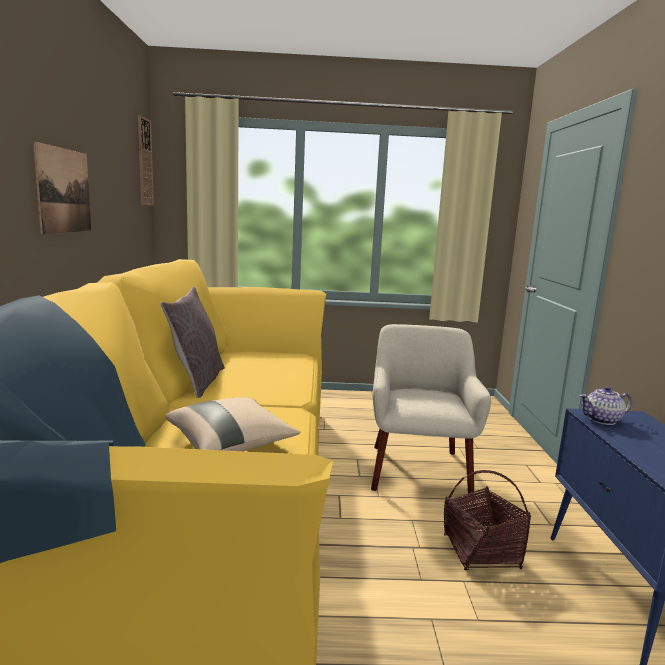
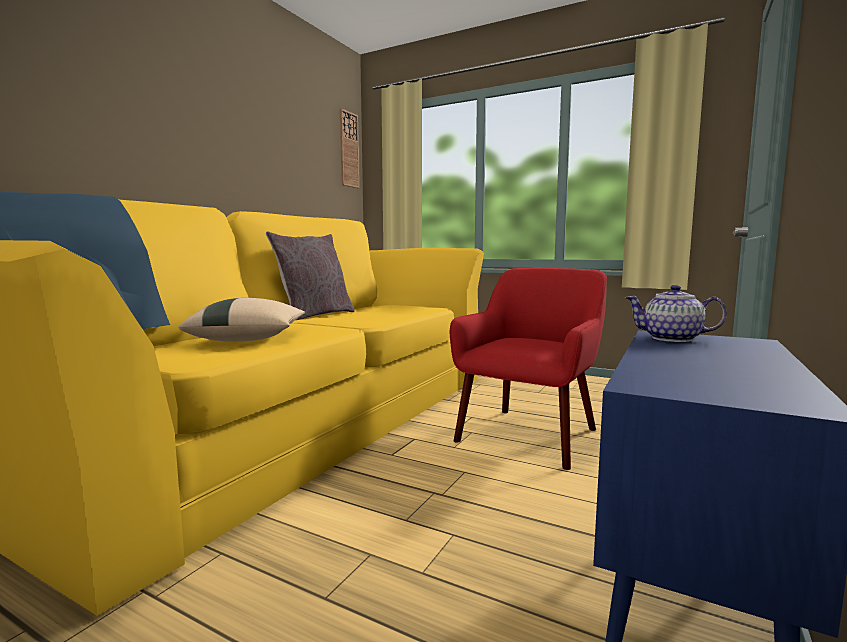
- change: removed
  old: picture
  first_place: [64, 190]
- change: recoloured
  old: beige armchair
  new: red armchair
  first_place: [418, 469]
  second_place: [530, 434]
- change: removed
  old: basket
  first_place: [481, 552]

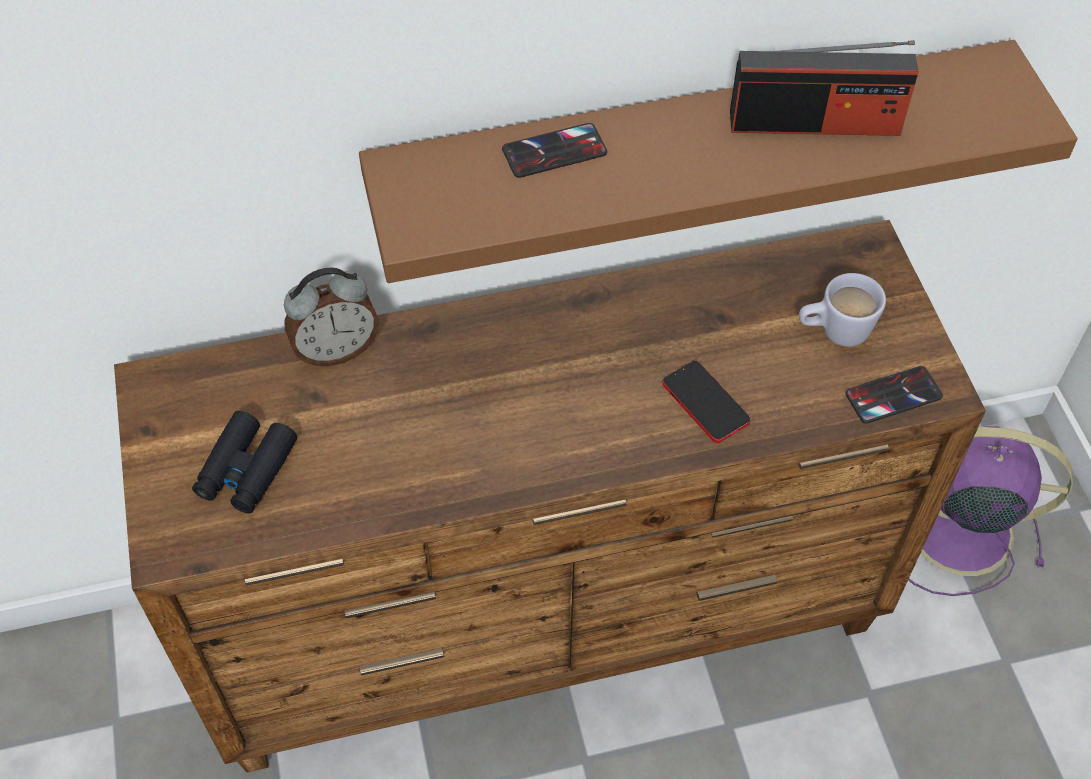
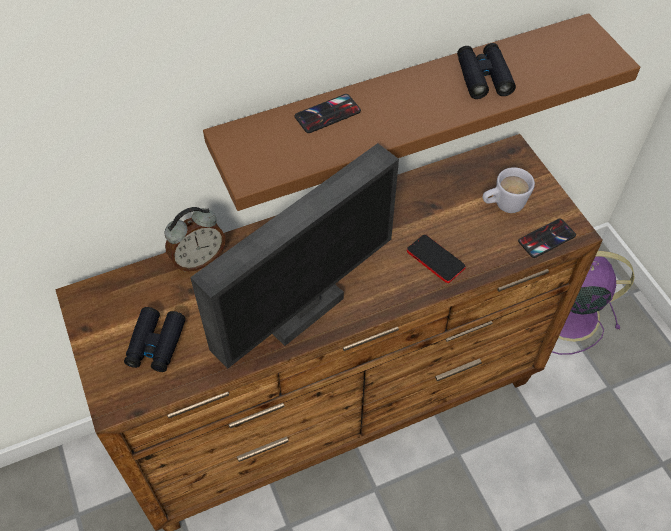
- change: replaced
  old: radio
  new: black binoculars
  first_place: [815, 123]
  second_place: [483, 77]
- change: added
  new: monitor
  second_place: [303, 311]

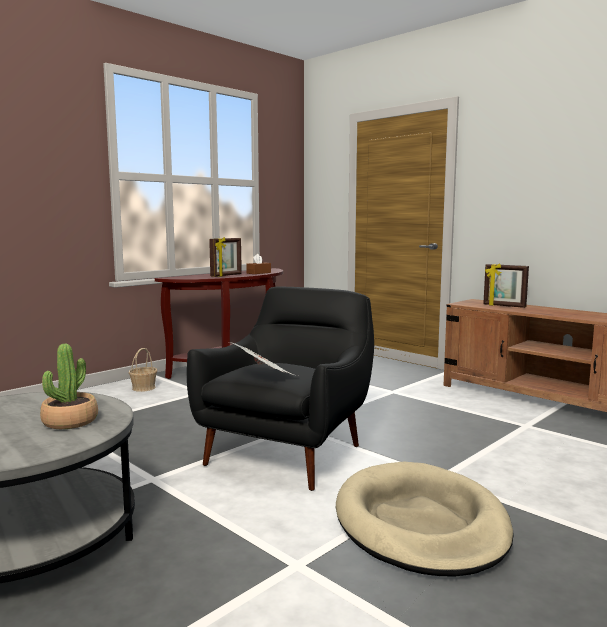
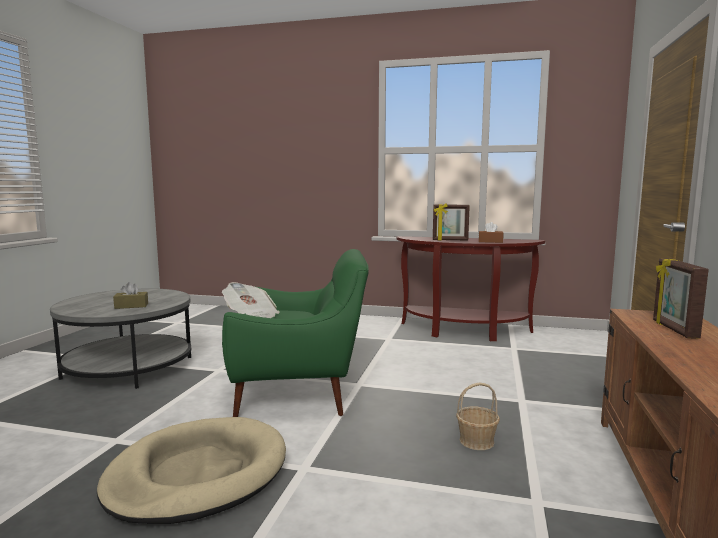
- change: replaced
  old: potted plant
  new: brown tissue box
  first_place: [70, 421]
  second_place: [131, 306]
- change: moved
  old: basket
  first_place: [144, 388]
  second_place: [477, 441]
- change: recoloured
  old: black armchair
  new: green armchair
  first_place: [288, 452]
  second_place: [300, 394]

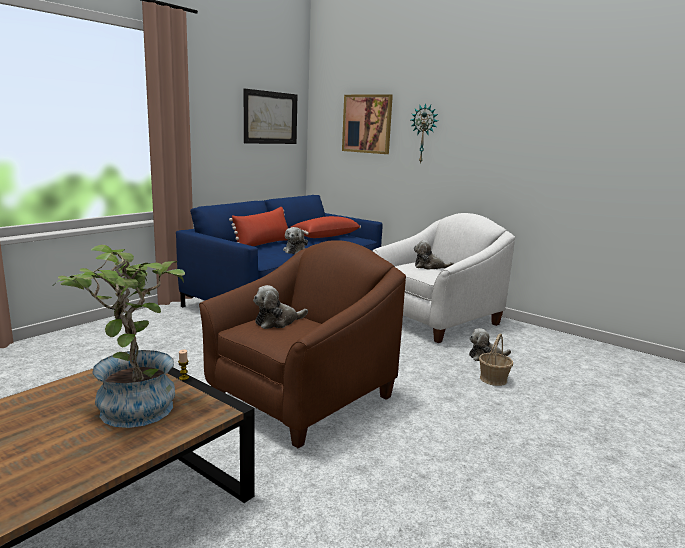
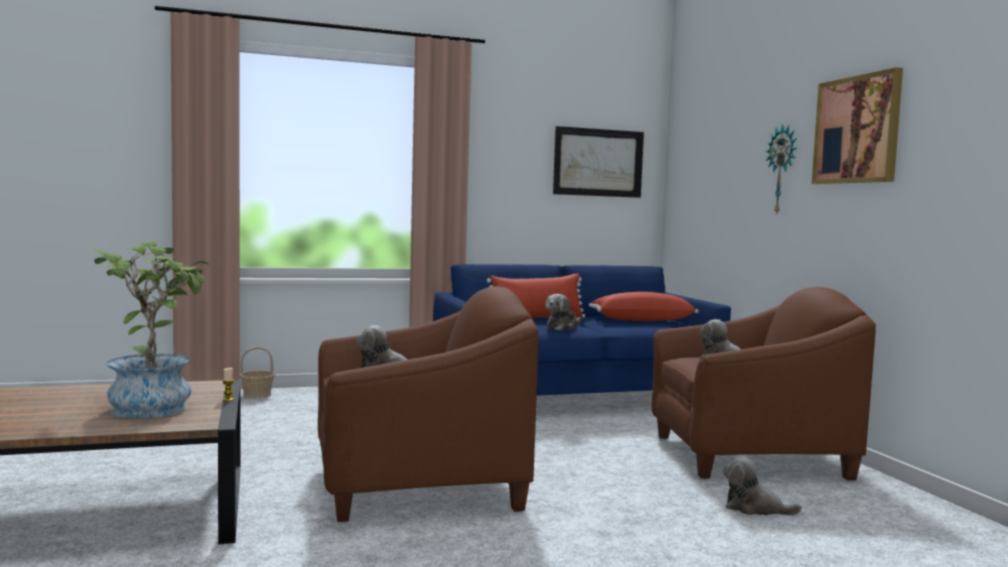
- change: moved
  old: picture
  first_place: [367, 124]
  second_place: [857, 130]
- change: recoloured
  old: white armchair
  new: brown armchair
  first_place: [436, 321]
  second_place: [748, 456]
- change: moved
  old: basket
  first_place: [493, 379]
  second_place: [257, 395]

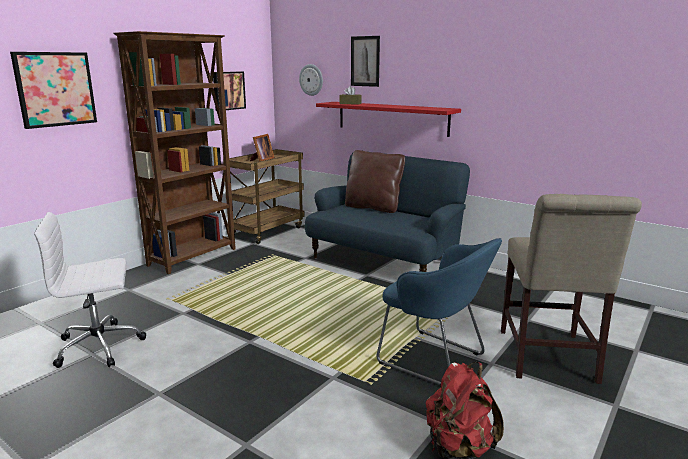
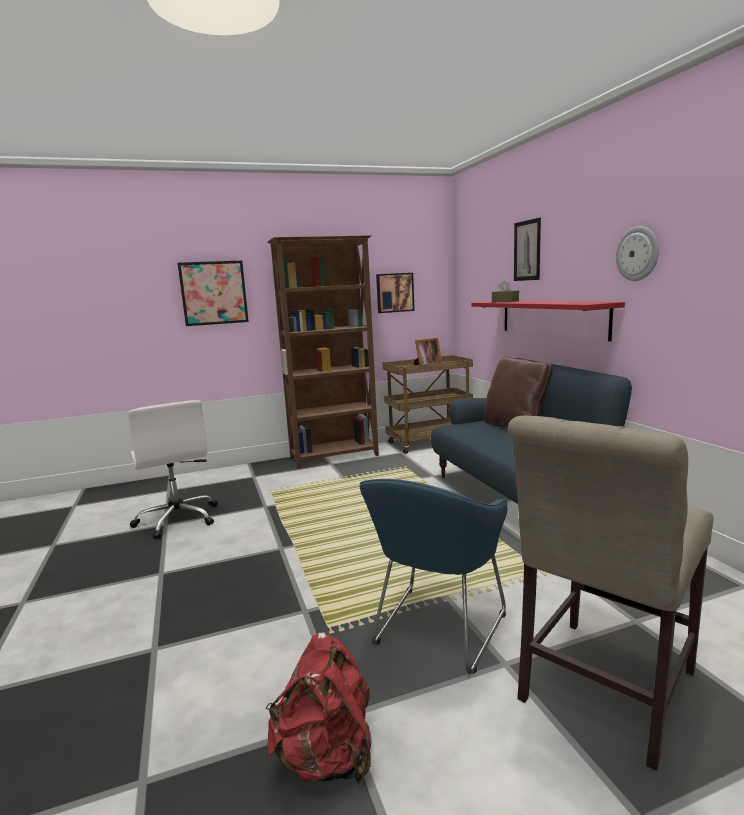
- change: turned
  old: white office chair
  first_place: [101, 346]
  second_place: [178, 519]
  degrees: -135
- change: moved
  old: wall clock
  first_place: [311, 80]
  second_place: [638, 254]
- change: turned
  old: blue armchair
  first_place: [435, 360]
  second_place: [436, 632]
  degrees: 45

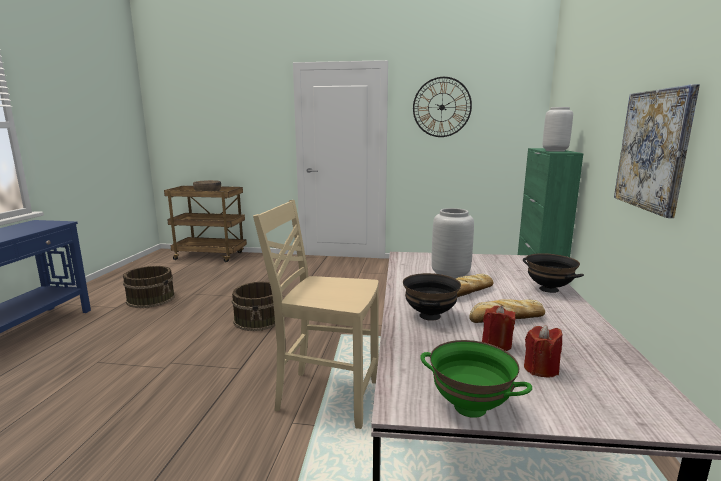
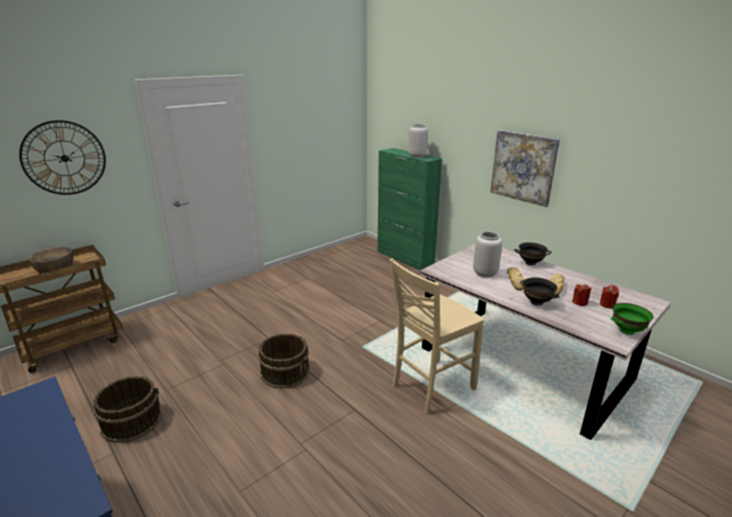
- change: moved
  old: wall clock
  first_place: [442, 107]
  second_place: [64, 158]

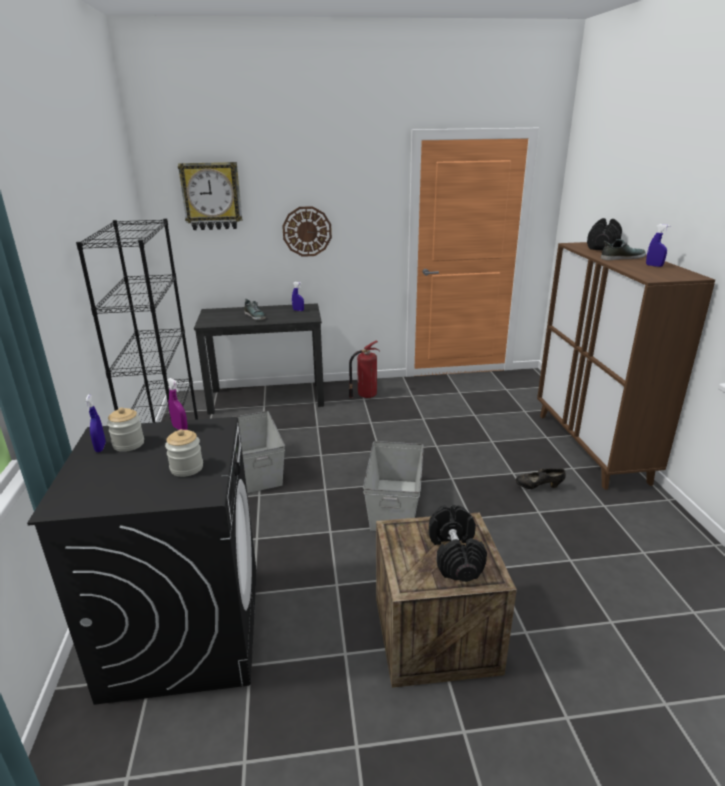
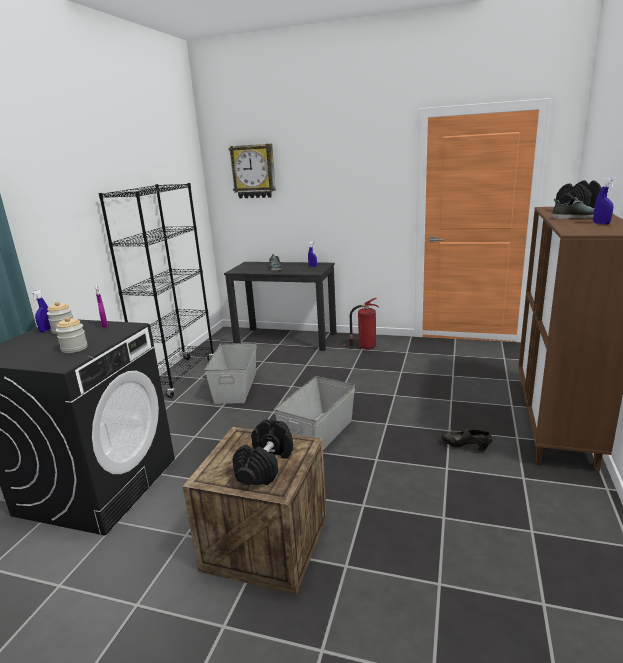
- change: removed
  old: wall clock
  first_place: [307, 231]

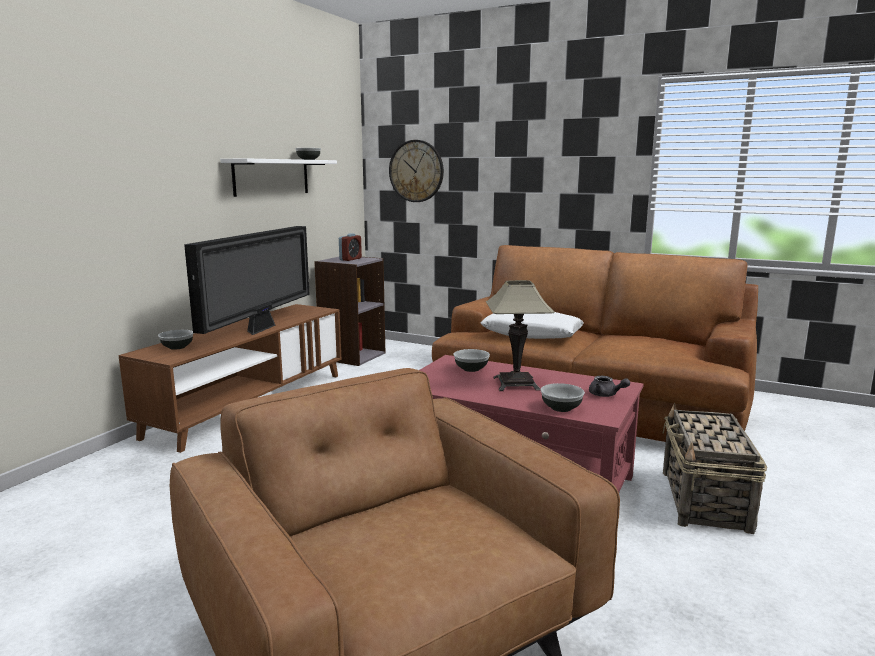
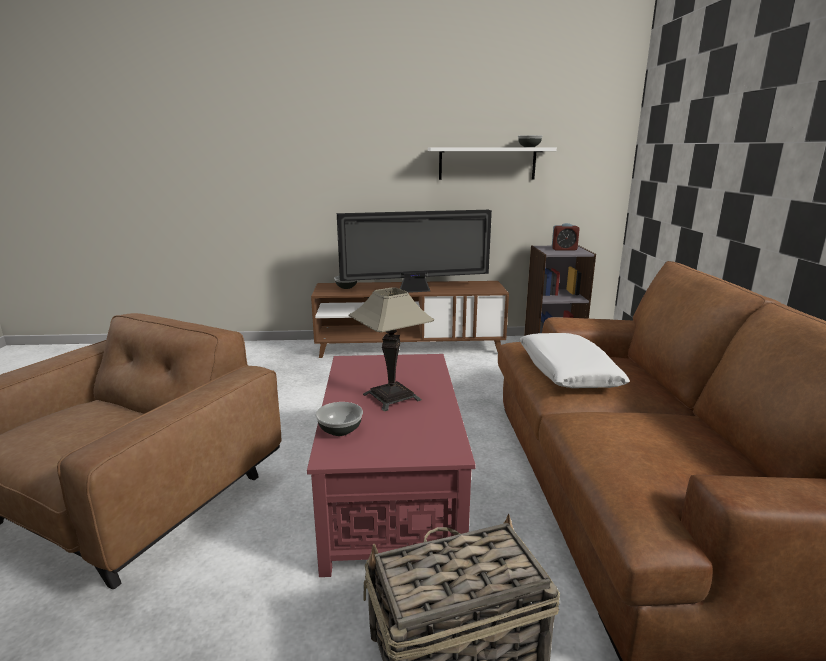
- change: removed
  old: wall clock
  first_place: [416, 171]
- change: removed
  old: bowl
  first_place: [471, 369]
- change: removed
  old: grey teapot
  first_place: [606, 395]

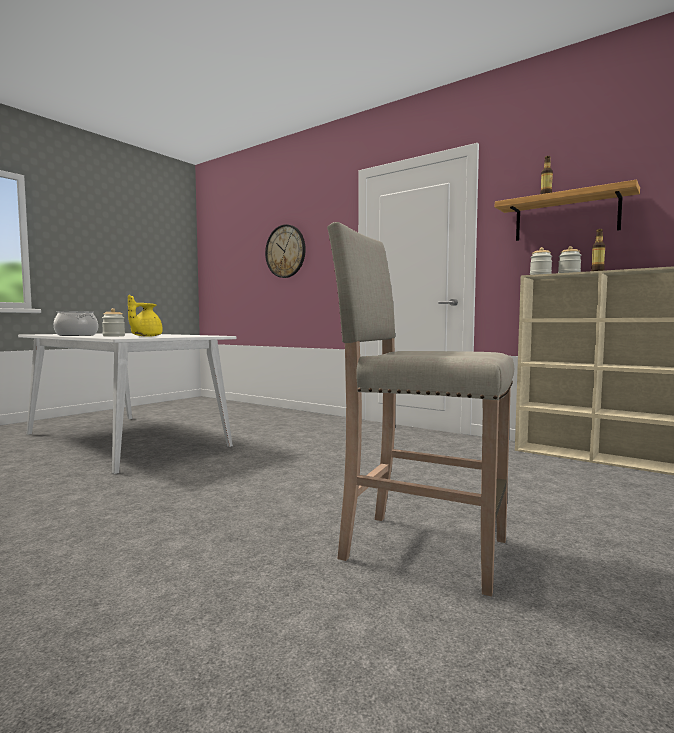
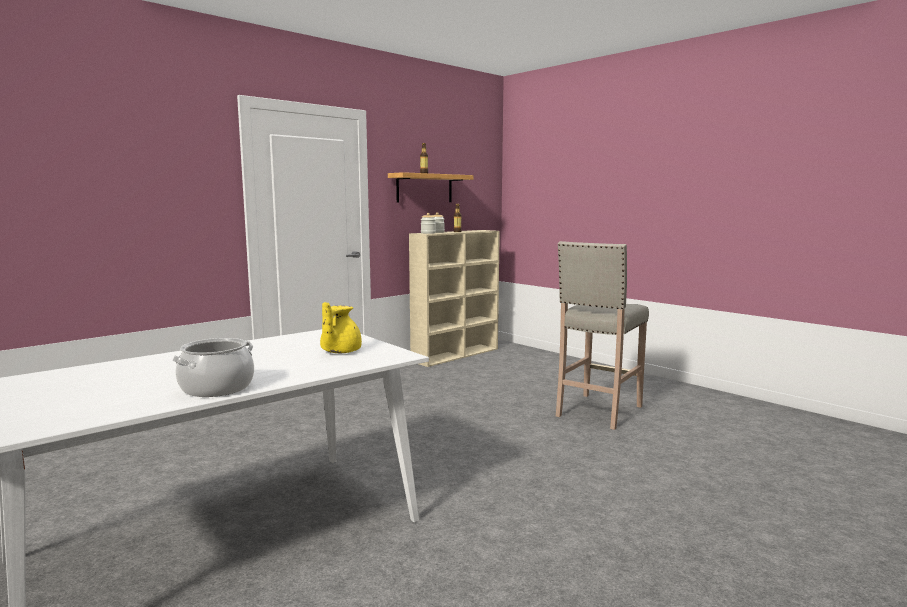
- change: removed
  old: jar
  first_place: [114, 336]
- change: turned
  old: yellow teapot
  first_place: [145, 336]
  second_place: [339, 352]
  degrees: 75
- change: removed
  old: wall clock
  first_place: [285, 251]

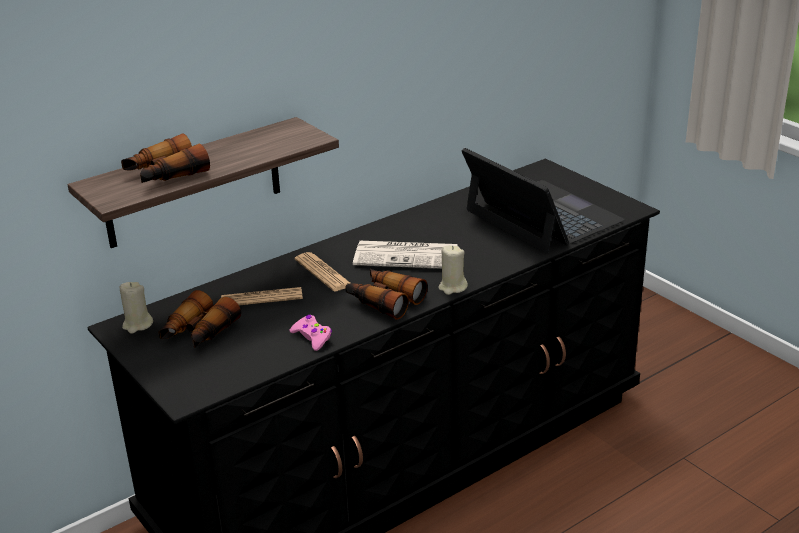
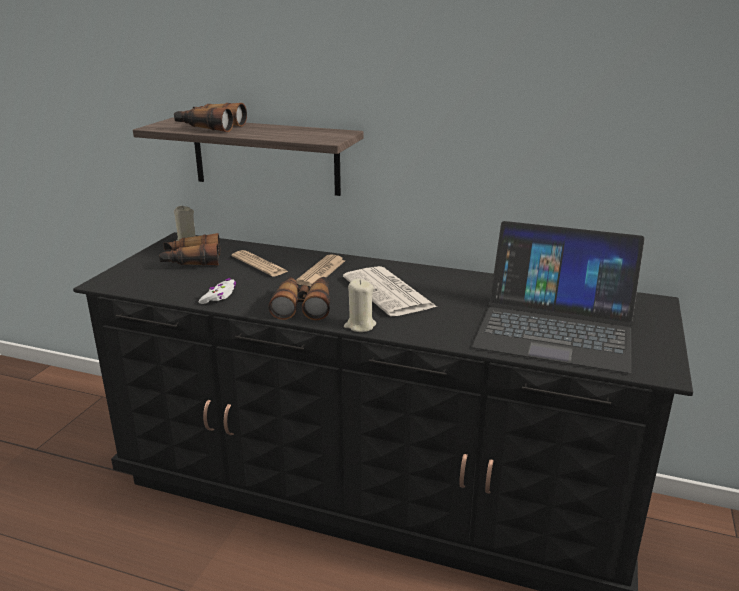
- change: recoloured
  old: pink game controller
  new: white game controller
  first_place: [312, 337]
  second_place: [219, 296]
- change: turned
  old: laptop
  first_place: [542, 216]
  second_place: [555, 328]
  degrees: 90

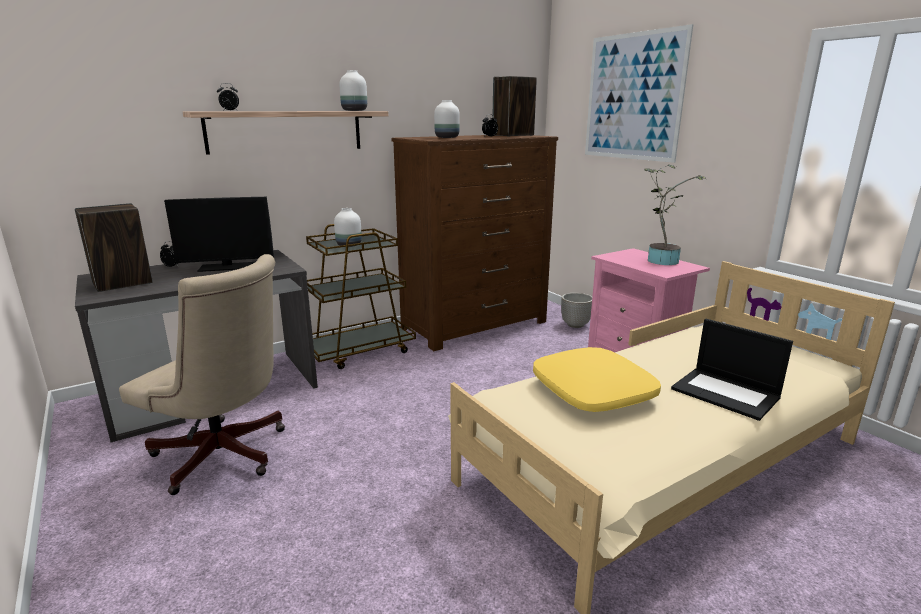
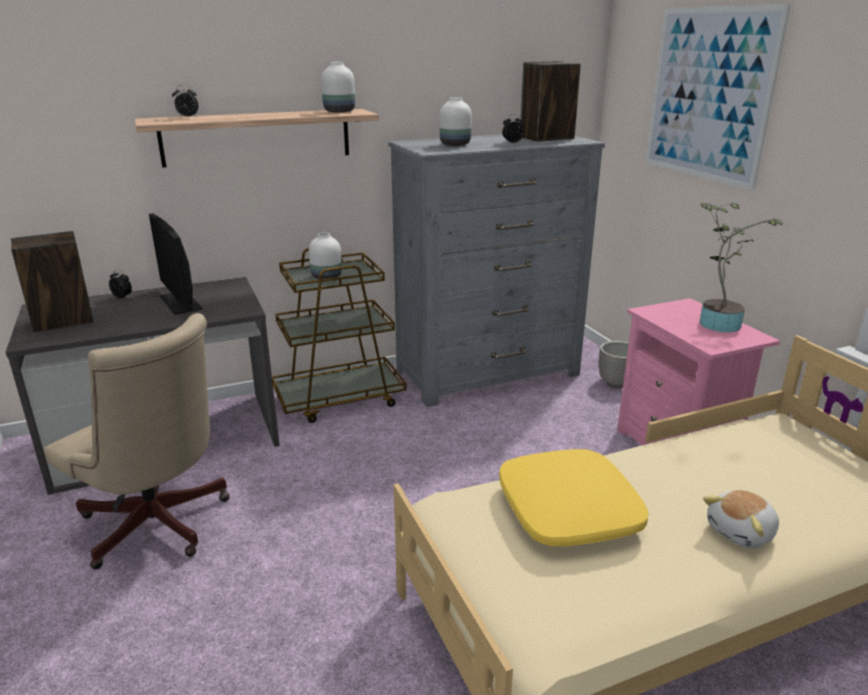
- change: turned
  old: monitor
  first_place: [227, 267]
  second_place: [180, 302]
  degrees: 60
- change: recoloured
  old: brown dresser
  new: grey dresser
  first_place: [475, 325]
  second_place: [488, 373]
- change: replaced
  old: laptop
  new: plush toy
  first_place: [726, 393]
  second_place: [742, 532]

